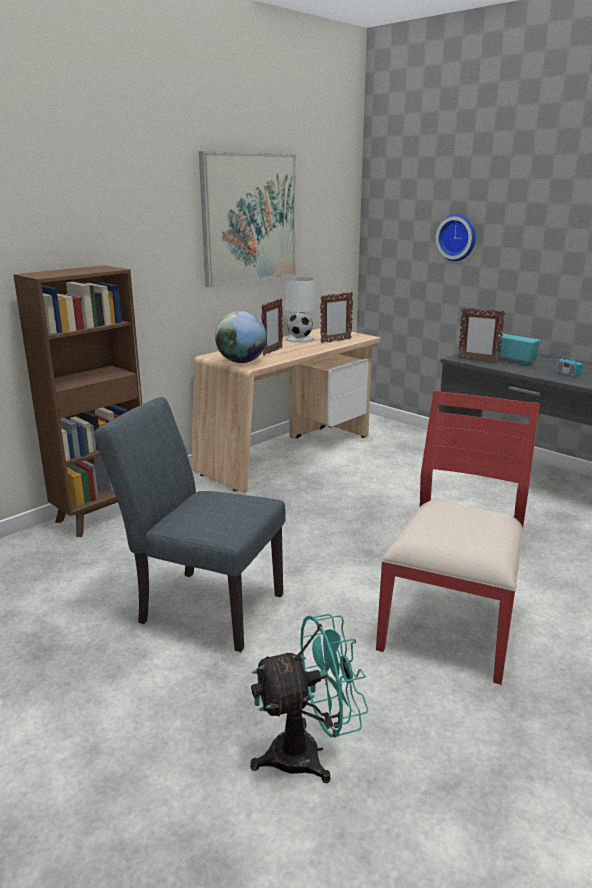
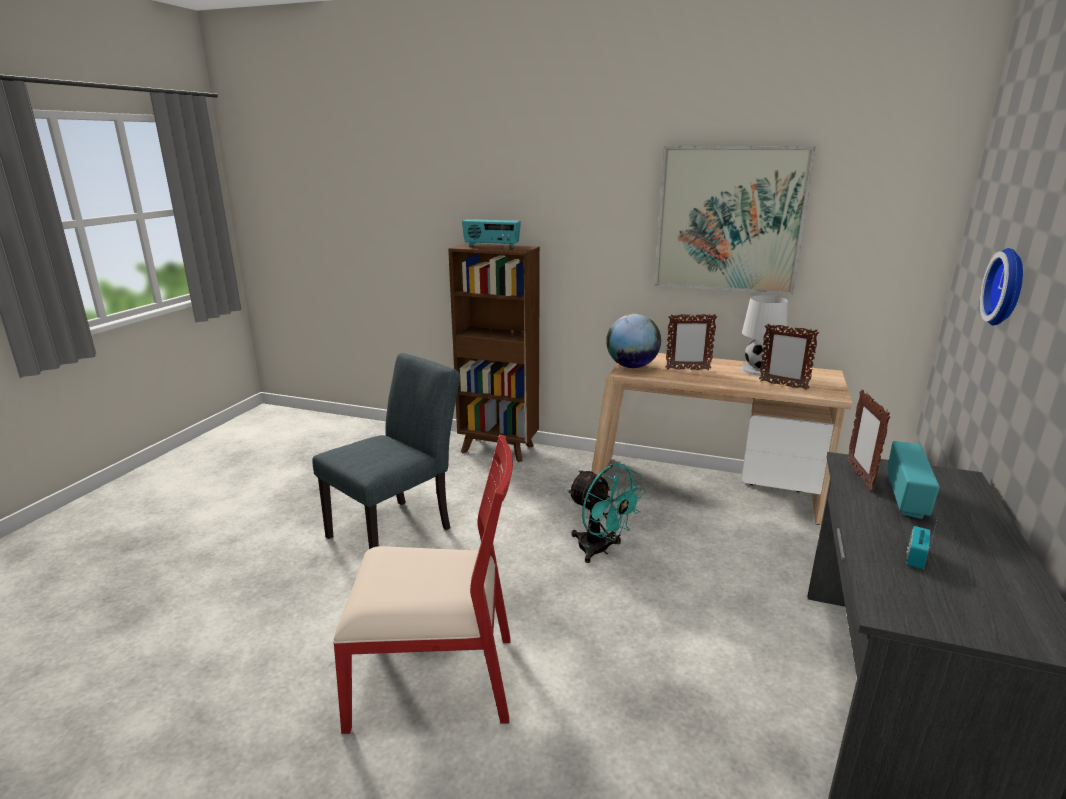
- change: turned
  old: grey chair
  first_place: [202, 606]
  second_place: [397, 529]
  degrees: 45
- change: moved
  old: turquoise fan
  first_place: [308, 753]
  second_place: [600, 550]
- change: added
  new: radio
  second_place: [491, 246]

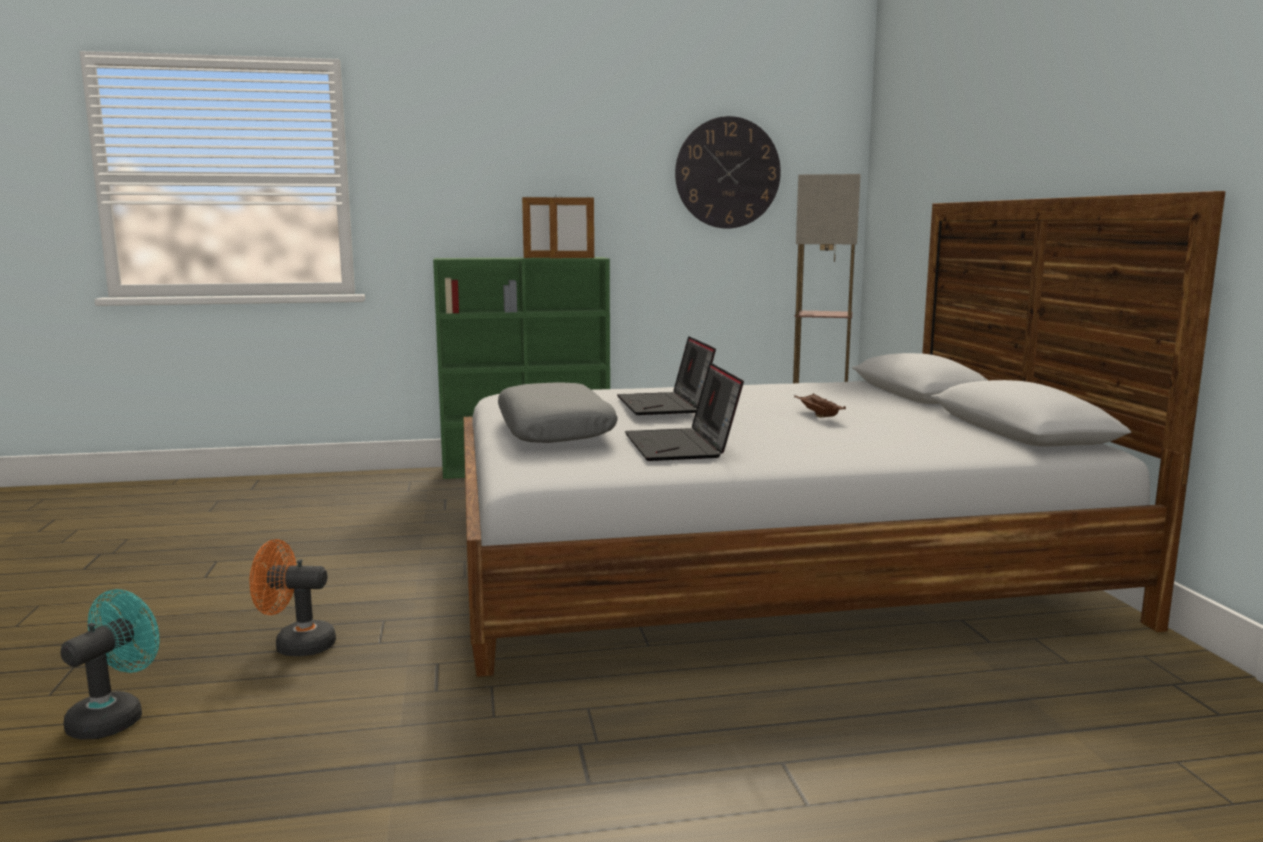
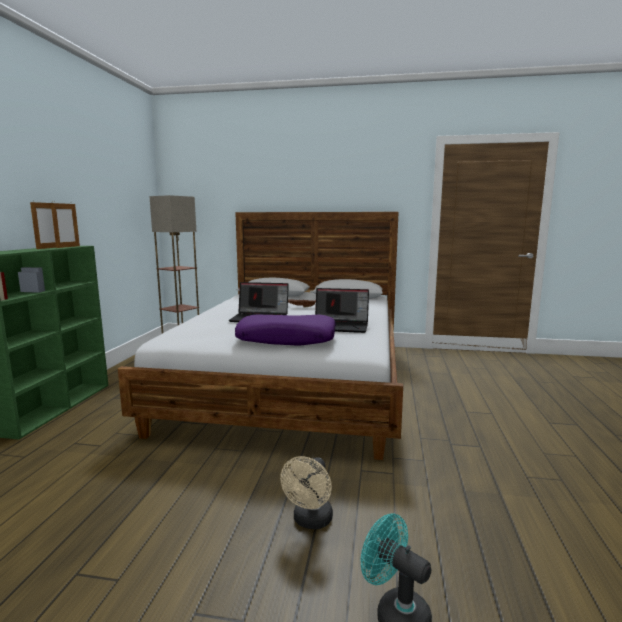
- change: recoloured
  old: orange fan
  new: beige fan
  first_place: [296, 645]
  second_place: [310, 521]
- change: recoloured
  old: grey pillow
  new: purple pillow
  first_place: [555, 431]
  second_place: [286, 339]
- change: removed
  old: wall clock
  first_place: [727, 173]

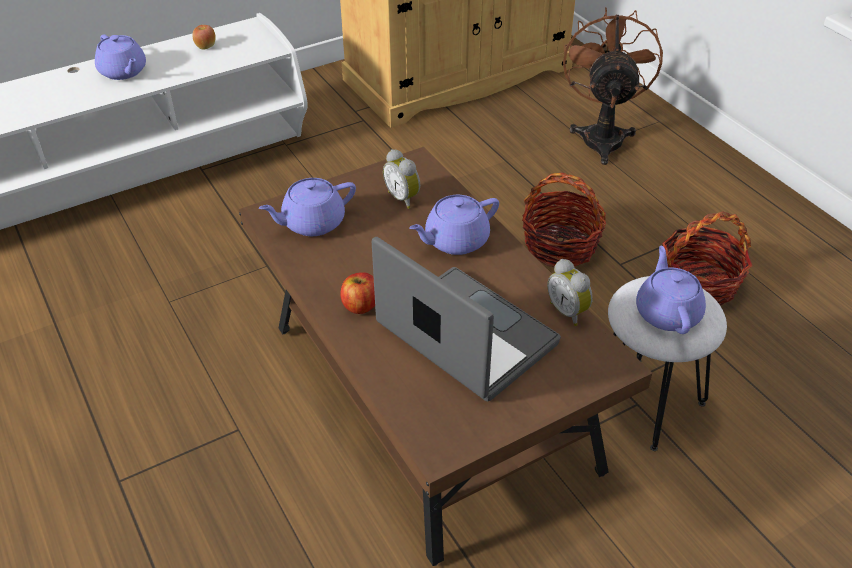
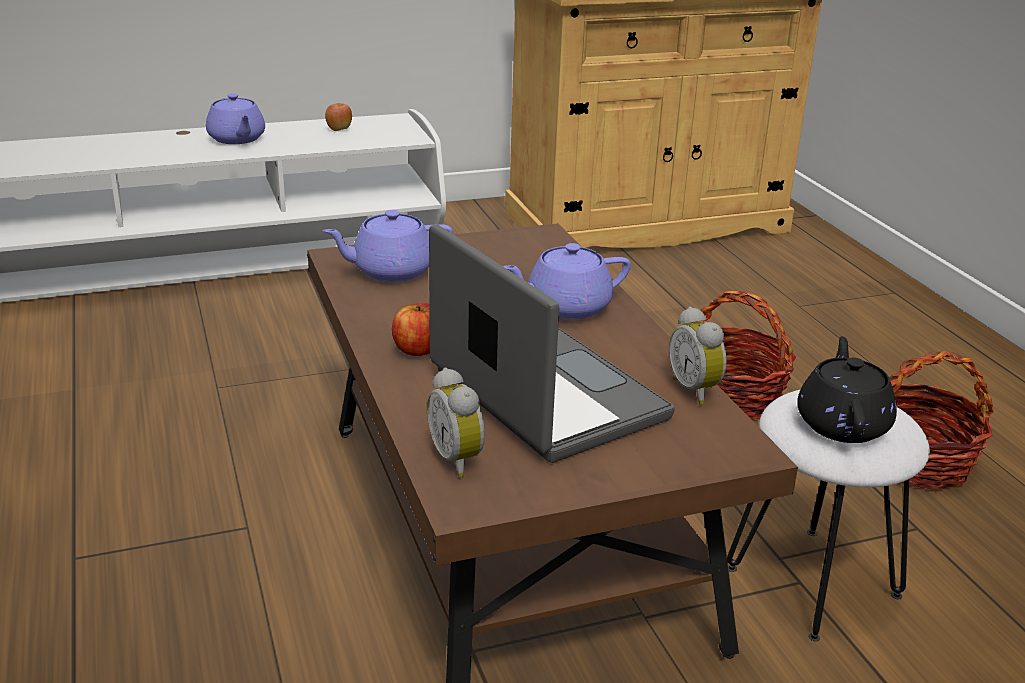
- change: moved
  old: alarm clock
  first_place: [404, 198]
  second_place: [459, 459]
- change: removed
  old: brown fan
  first_place: [602, 135]
- change: recoloured
  old: purple teapot
  new: black teapot
  first_place: [667, 312]
  second_place: [842, 423]

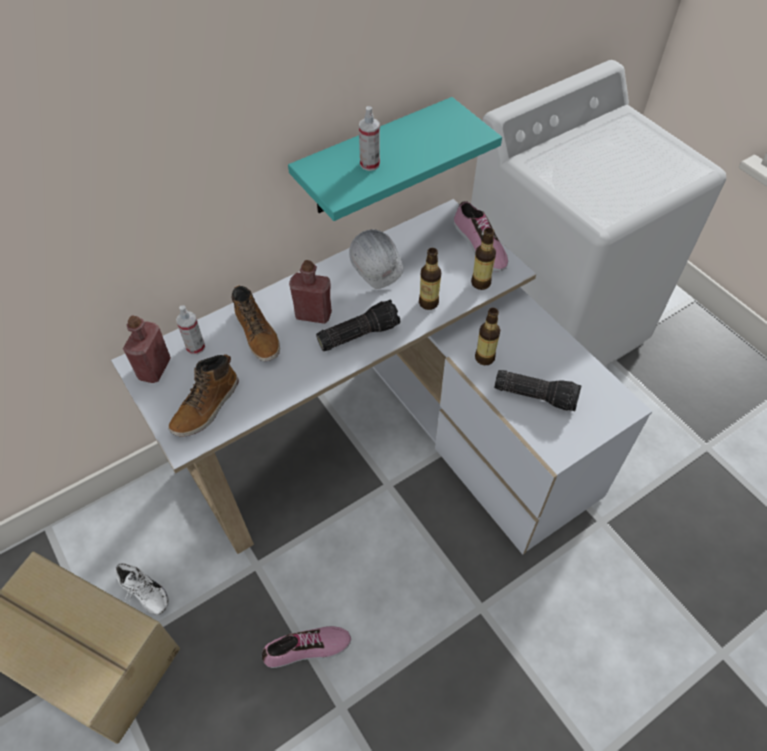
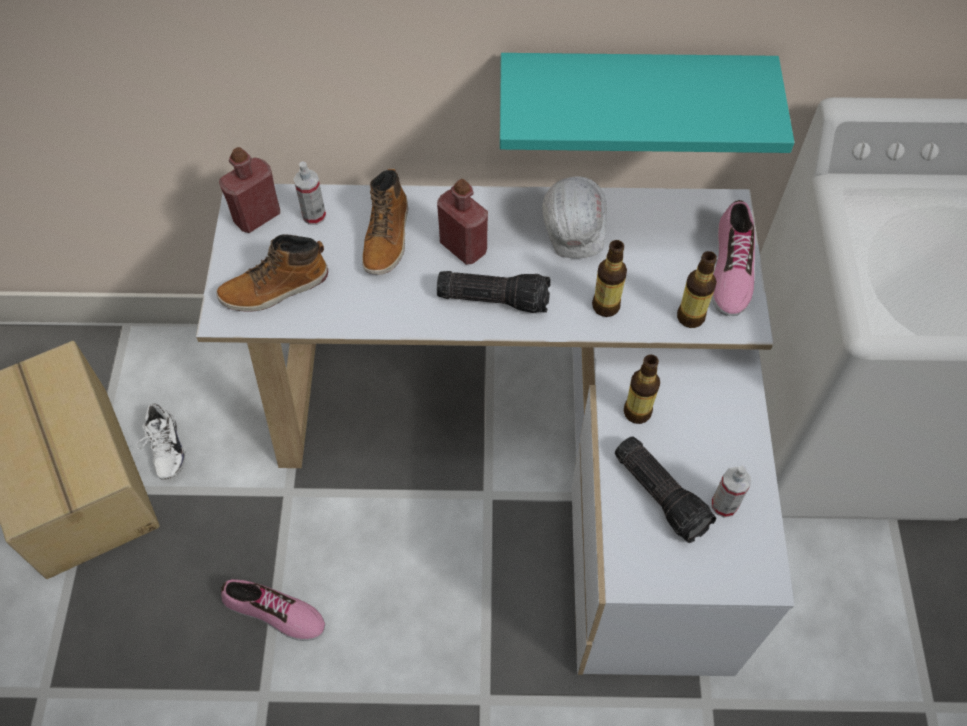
- change: moved
  old: spray bottle
  first_place: [370, 164]
  second_place: [724, 505]

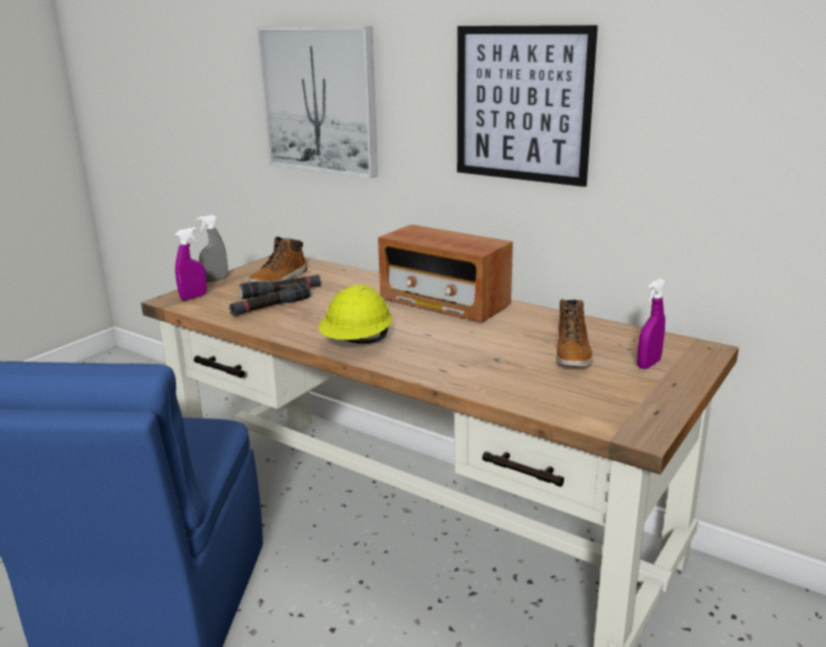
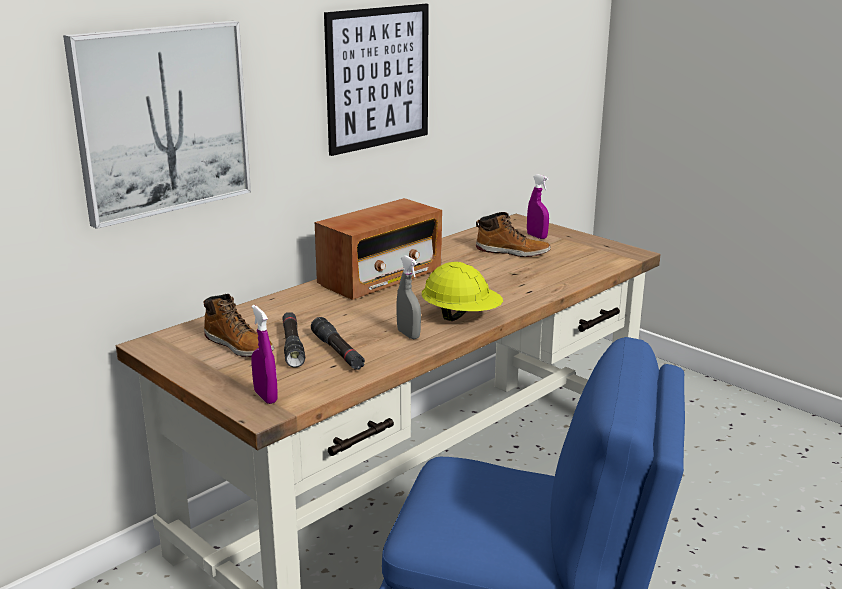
- change: moved
  old: grey spray bottle
  first_place: [215, 280]
  second_place: [408, 334]

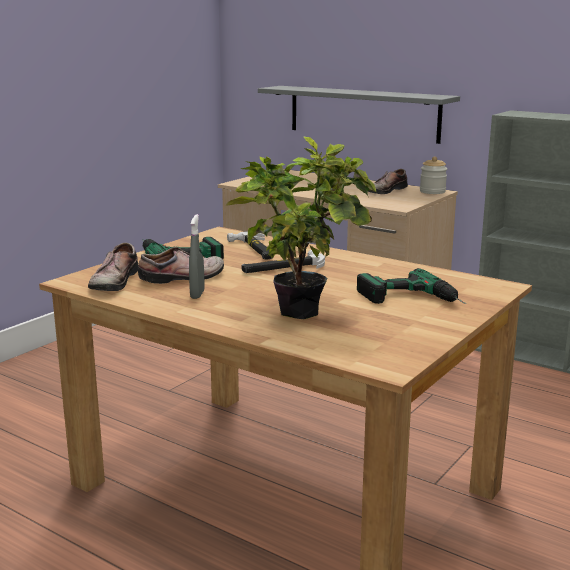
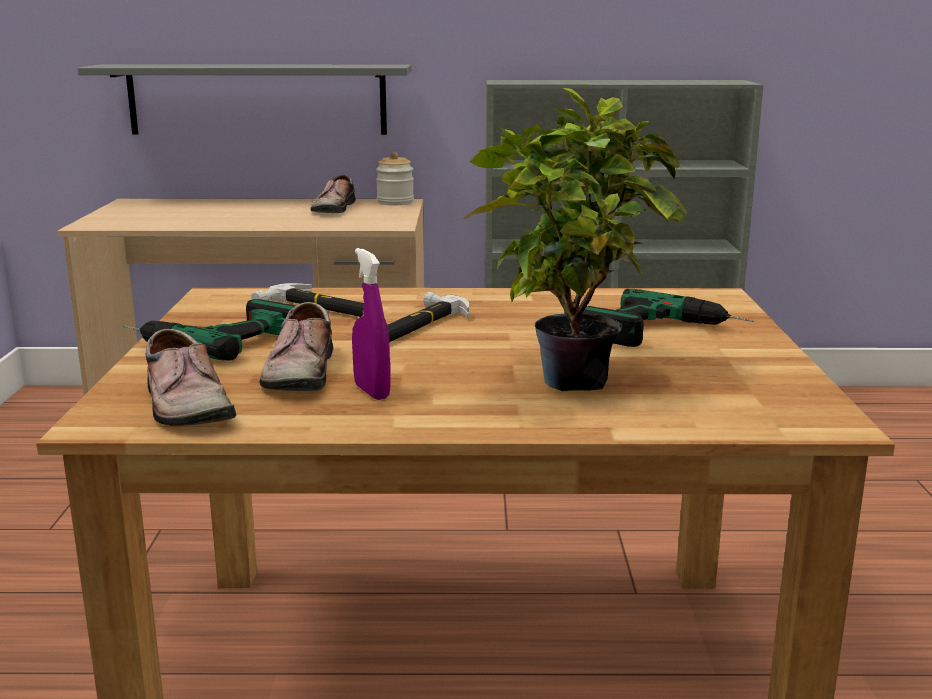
- change: turned
  old: shoe
  first_place: [183, 278]
  second_place: [297, 372]
  degrees: 150
- change: recoloured
  old: grey spray bottle
  new: purple spray bottle
  first_place: [197, 294]
  second_place: [372, 392]

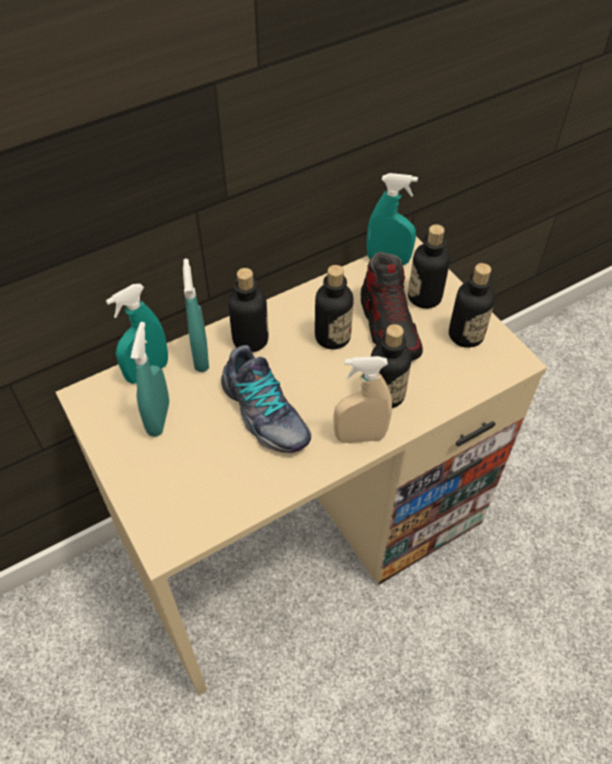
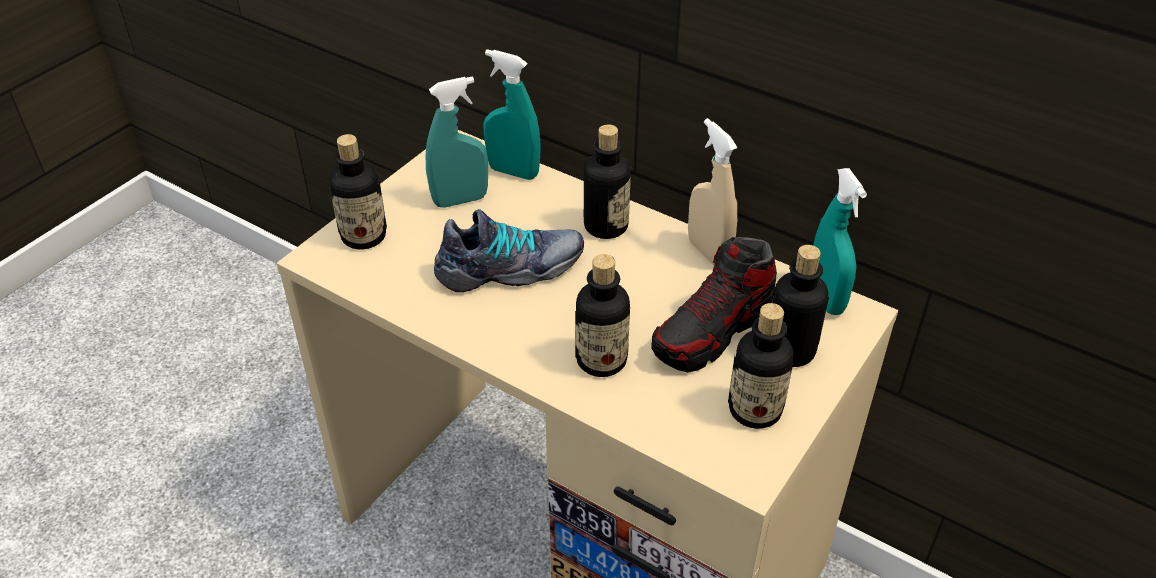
- change: removed
  old: turquoise spray bottle
  first_place: [201, 356]
- change: turned
  old: shoe
  first_place: [263, 413]
  second_place: [511, 270]
  degrees: -135
- change: moved
  old: bottle
  first_place: [332, 337]
  second_place: [363, 236]
- change: moved
  old: beige spray bottle
  first_place: [360, 436]
  second_place: [708, 252]

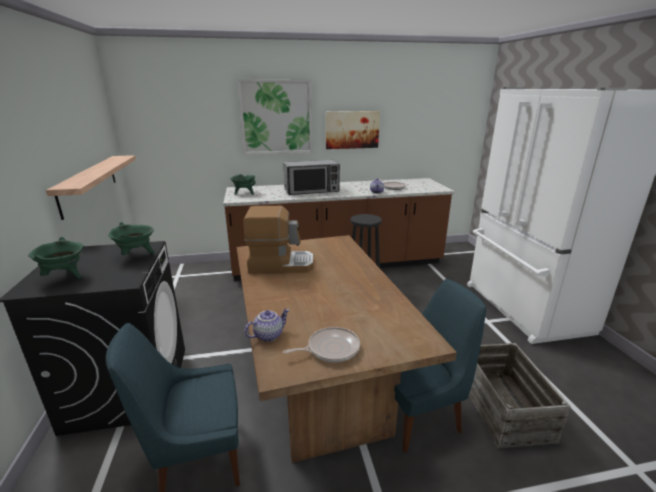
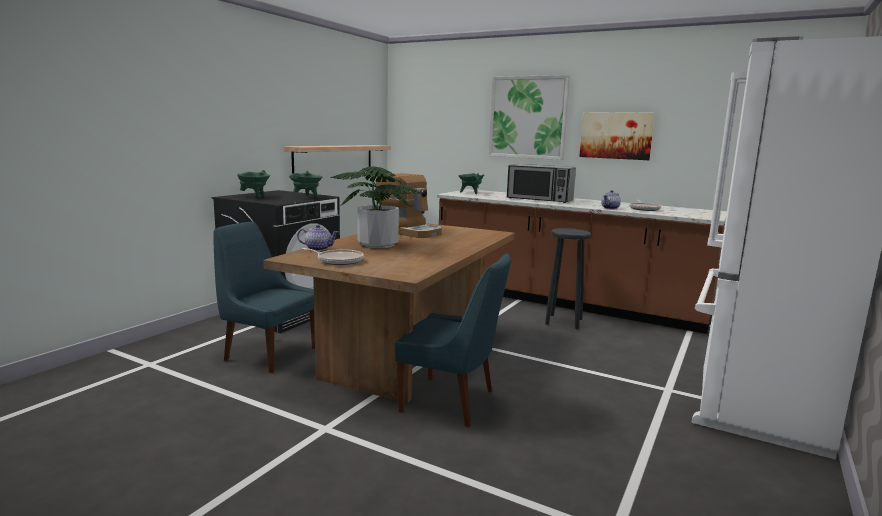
- change: removed
  old: crate
  first_place: [504, 407]
- change: added
  new: potted plant
  second_place: [378, 244]

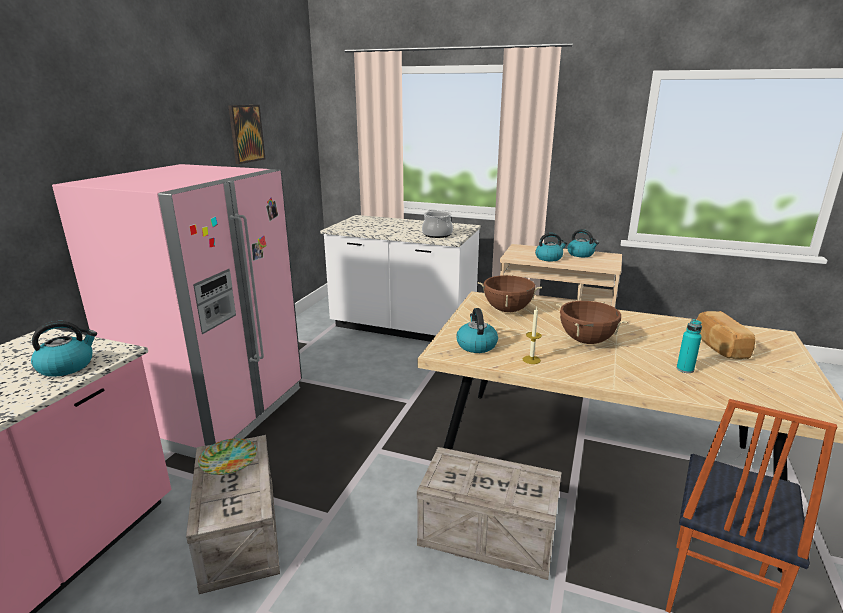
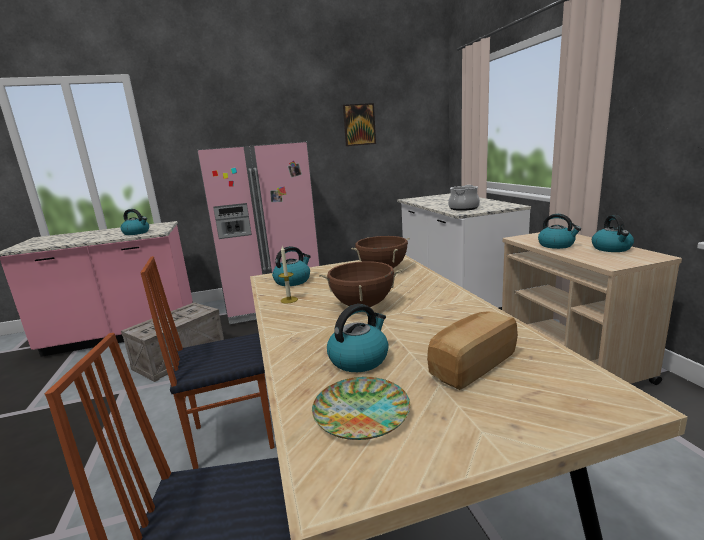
- change: moved
  old: plate
  first_place: [228, 460]
  second_place: [361, 412]
- change: replaced
  old: crate
  new: chair
  first_place: [485, 535]
  second_place: [232, 436]
- change: replaced
  old: turquoise bottle
  new: kettle
  first_place: [685, 369]
  second_place: [359, 359]

